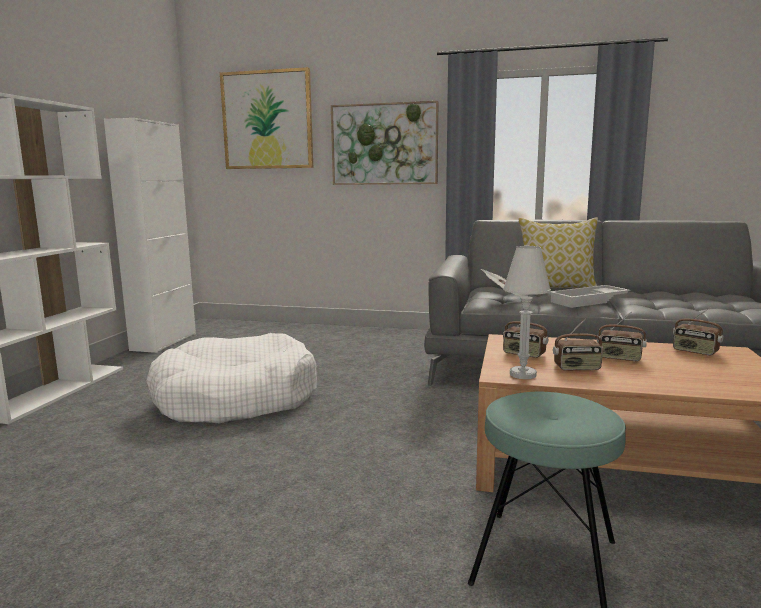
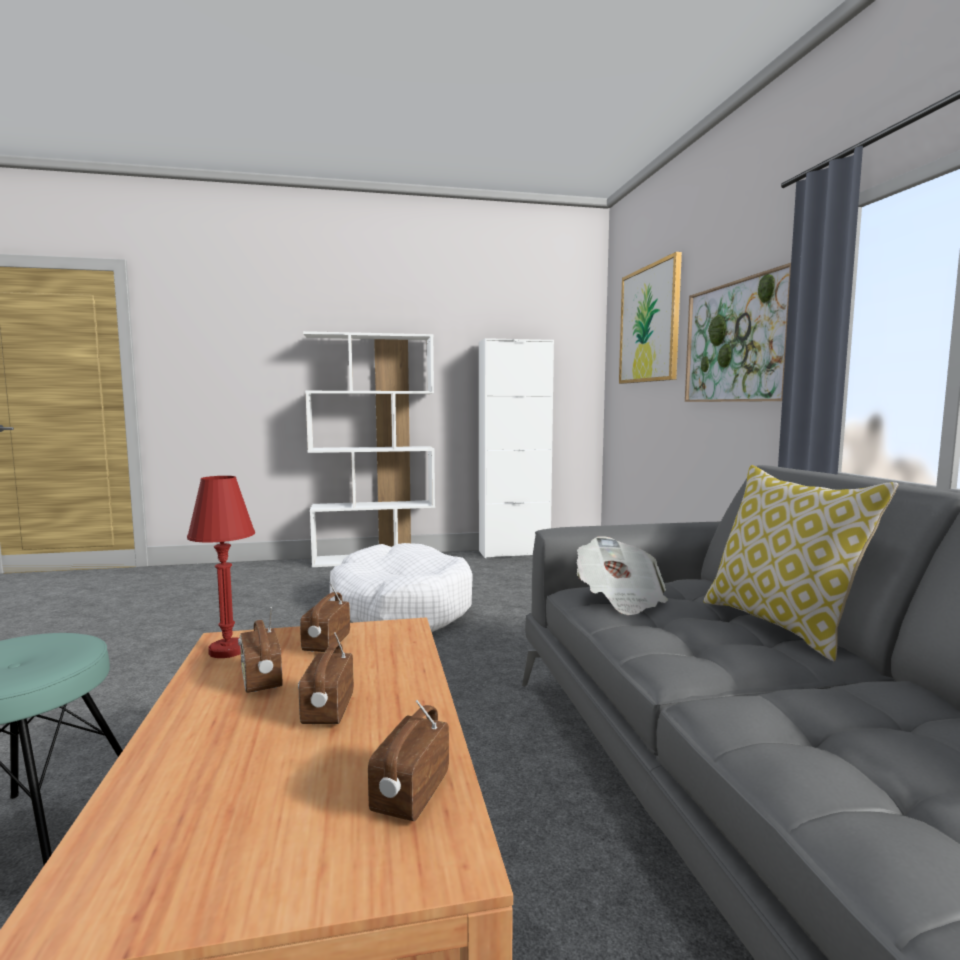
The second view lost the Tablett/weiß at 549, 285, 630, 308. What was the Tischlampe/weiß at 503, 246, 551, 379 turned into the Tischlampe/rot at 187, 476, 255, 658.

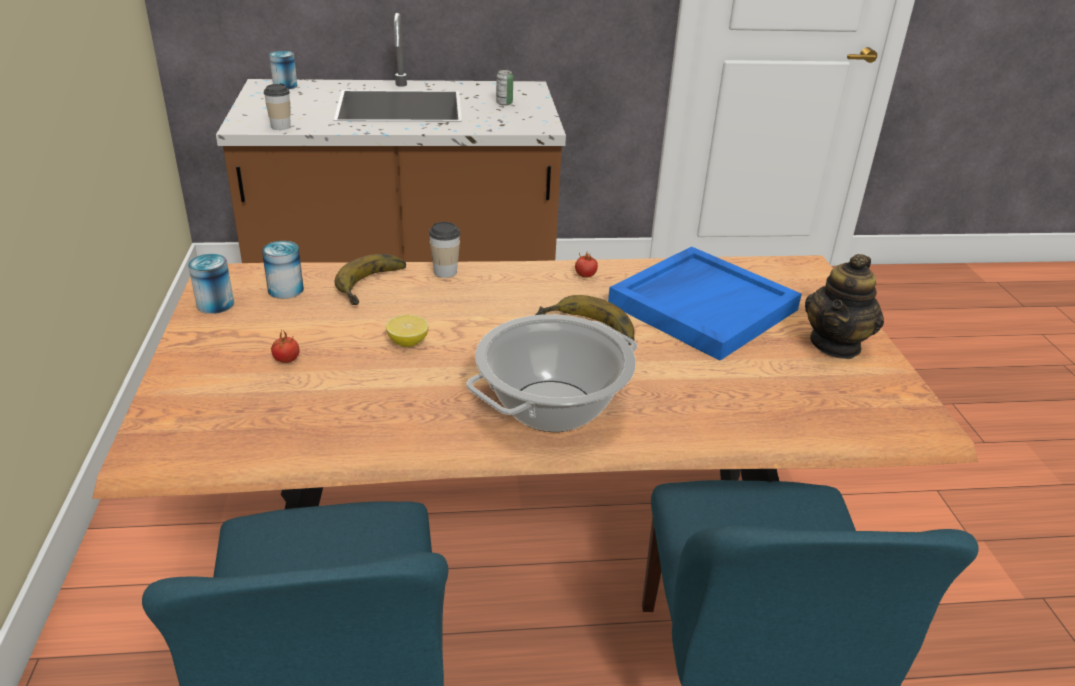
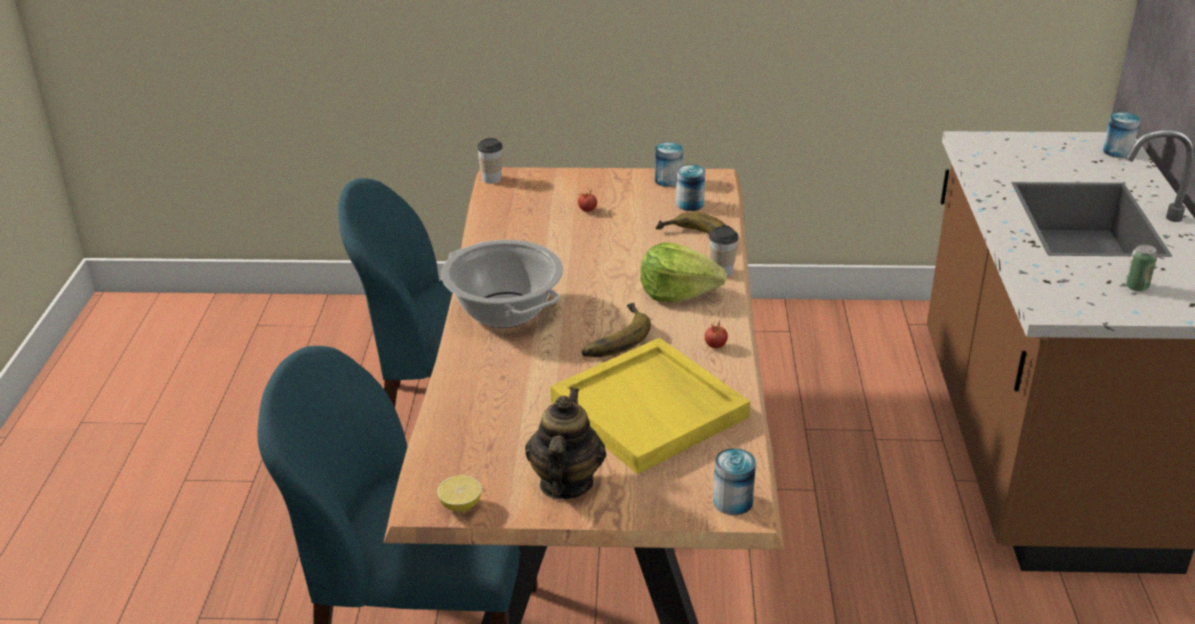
The second view gained the Salatkopf at 641, 242, 727, 302. The second view gained the Dose at 713, 448, 756, 515. The Tasse ended up elsewhere, having gone from 264, 83, 291, 130 to 477, 138, 503, 184. The Zitrone ended up elsewhere, having gone from 386, 314, 429, 347 to 437, 475, 482, 512. What was the Tablett/blau at 608, 247, 802, 361 turned into the Tablett/gelb at 550, 338, 750, 474. The Teekanne at 805, 254, 884, 359 ended up facing another way, 60 degrees clockwise from before.

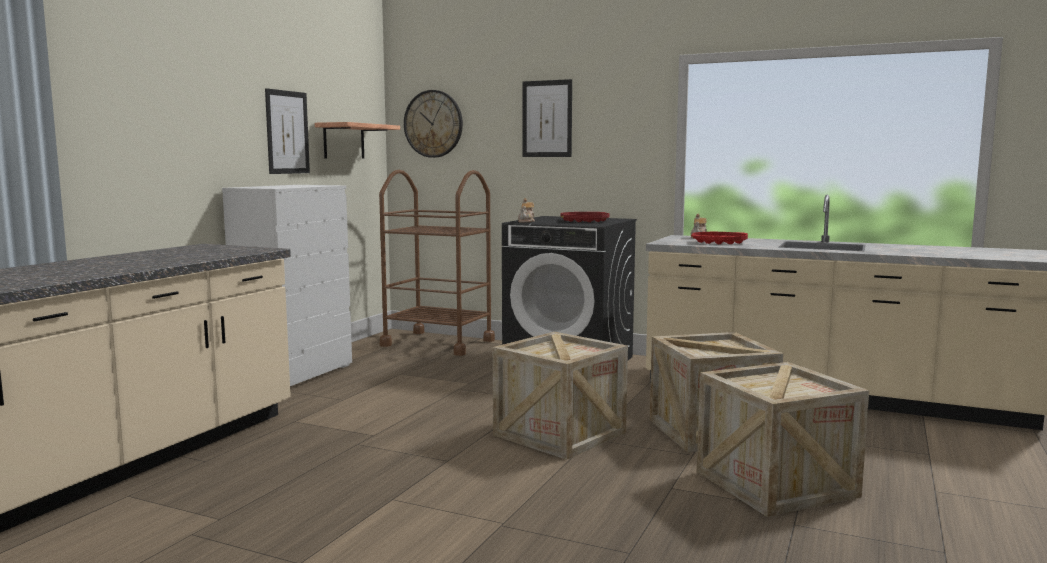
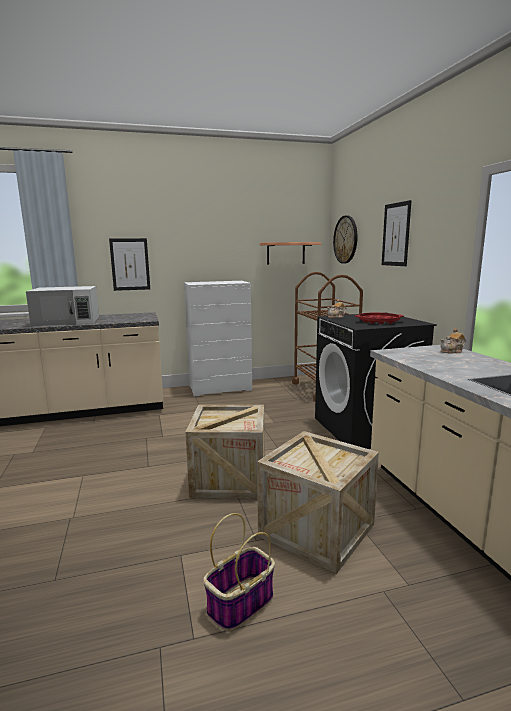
The second view lost the Tablett/rot at 691, 232, 748, 244. The second view gained the Mikrowelle/weiß at 26, 286, 99, 326. The Bild ended up elsewhere, having gone from 265, 88, 310, 174 to 109, 238, 150, 291. Where the Kiste stood at 697, 362, 869, 517, the Korb came to stand at 203, 513, 275, 631.

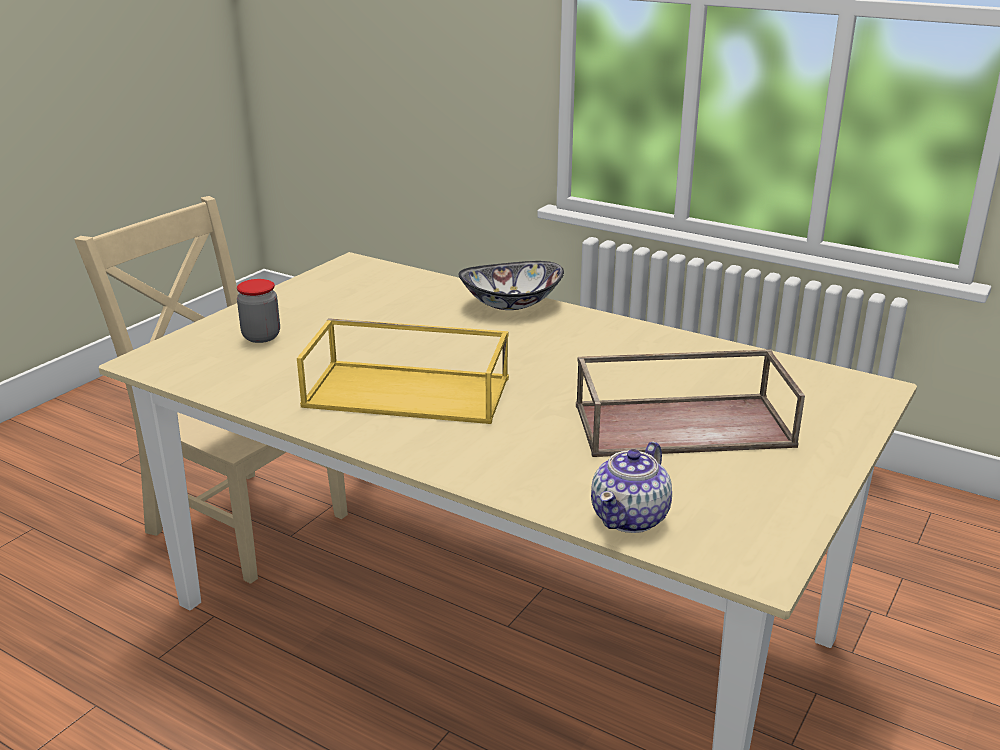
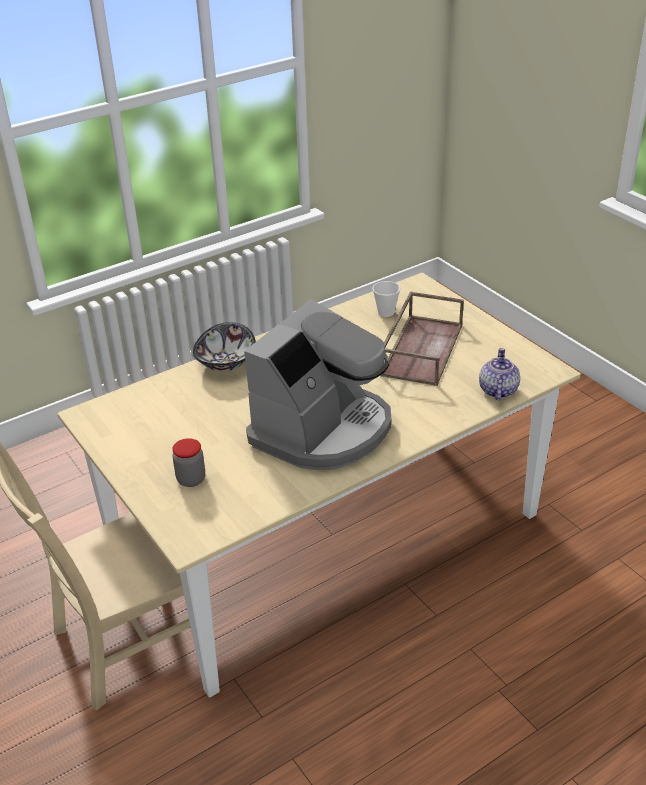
The second view gained the Tasse at 373, 281, 400, 317. Where the Tablett/gelb stood at 297, 318, 509, 424, the Kaffeemaschine came to stand at 244, 299, 391, 470. The Teekanne at 591, 441, 672, 533 ended up facing another way, 135 degrees counterclockwise from before.

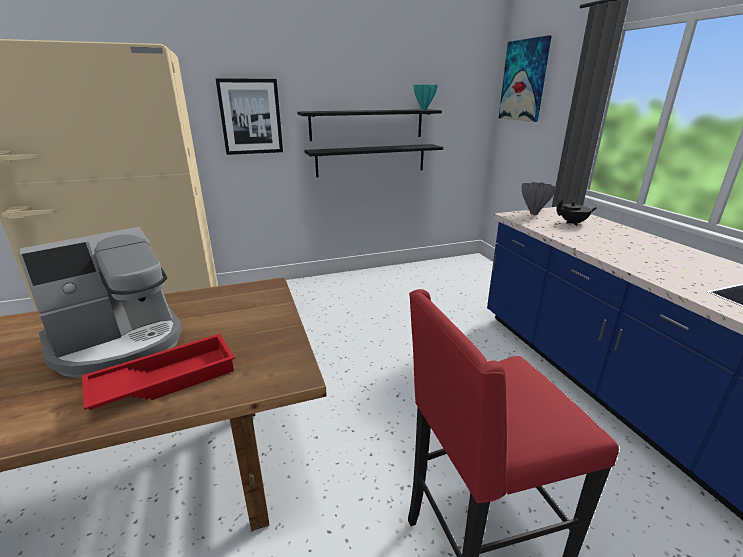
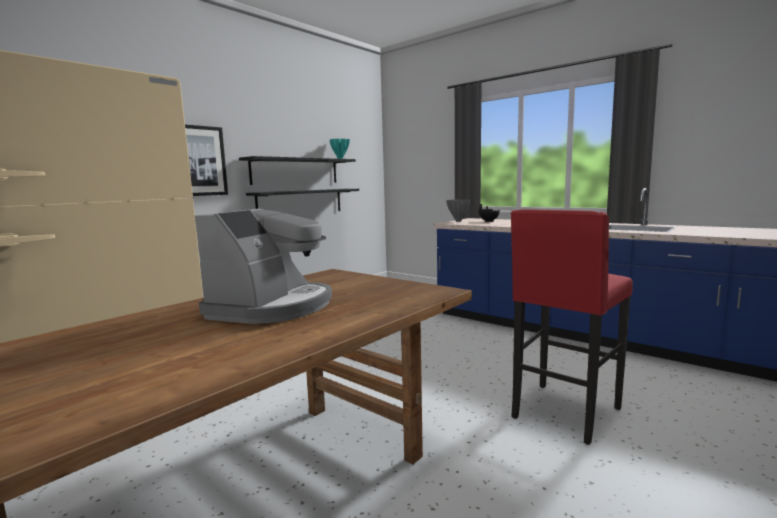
The second view lost the Tablett/rot at 82, 334, 235, 410. The second view lost the Bild at 499, 35, 552, 122.

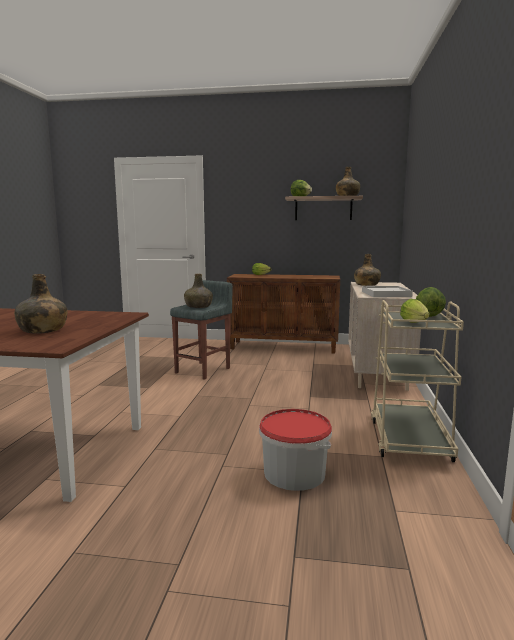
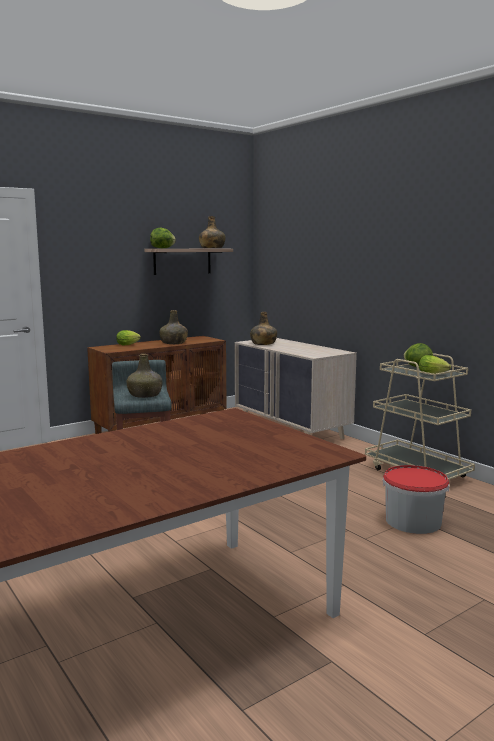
The second view lost the Tablett/weiß at 362, 286, 413, 297. The Flasche/grün ended up elsewhere, having gone from 14, 274, 67, 334 to 160, 310, 188, 344.

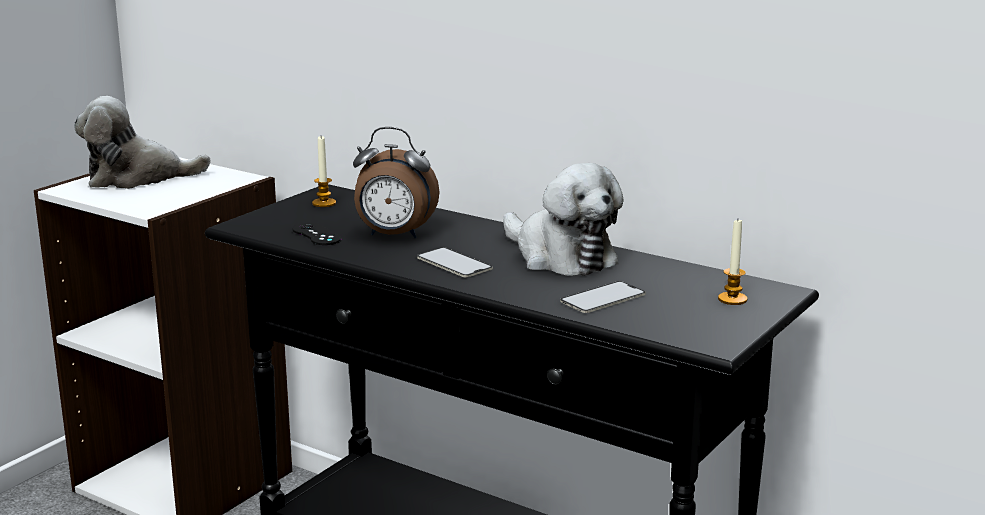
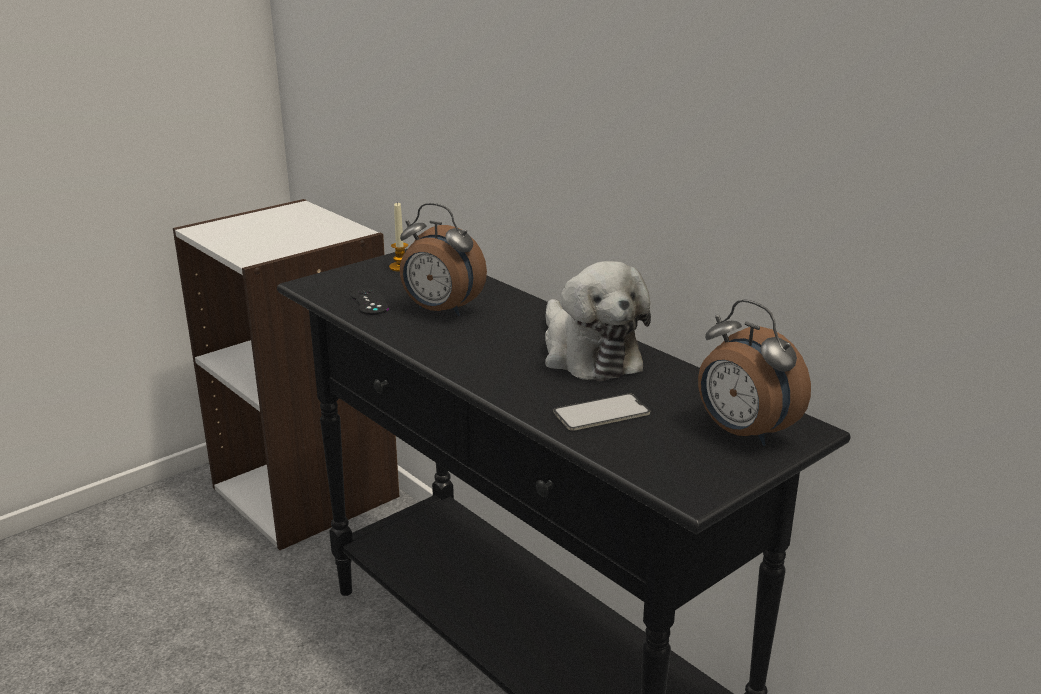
The second view lost the Plüschtier at 74, 96, 211, 189. The second view lost the Handy at 417, 247, 493, 277. Where the Kerze stood at 718, 220, 747, 305, the Wecker came to stand at 698, 299, 811, 446.

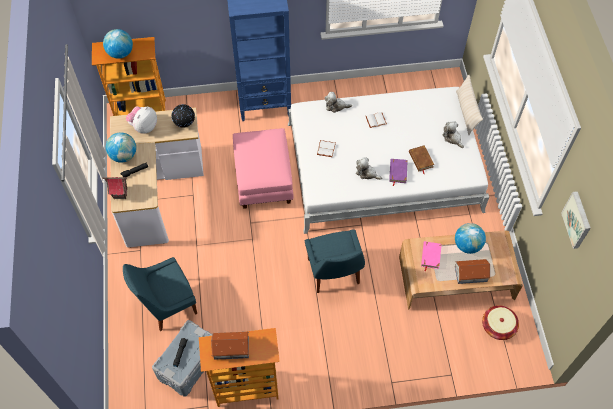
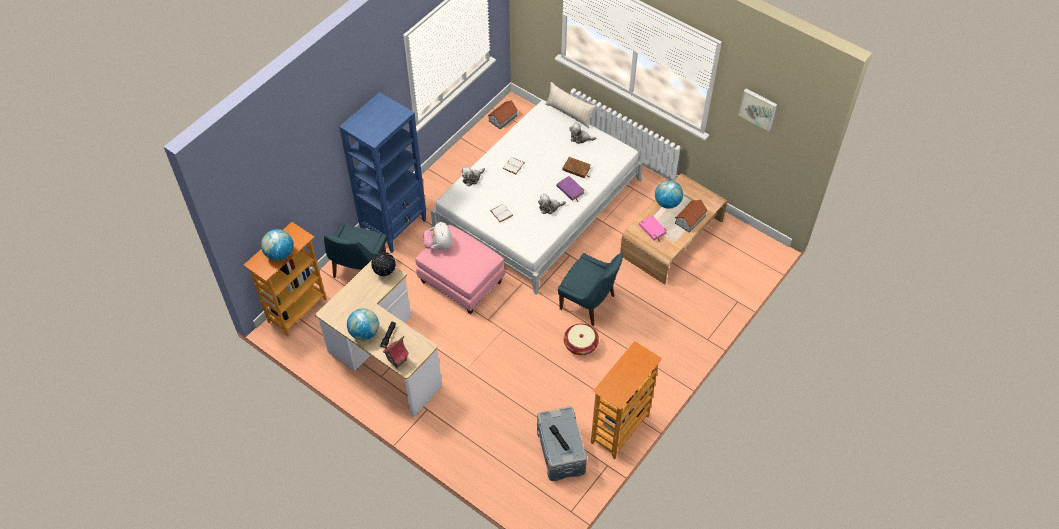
The Stuhl/blau ended up elsewhere, having gone from 123, 257, 197, 331 to 324, 224, 387, 278. The Plüschtier ended up elsewhere, having gone from 126, 107, 157, 134 to 423, 222, 452, 250. The Spielzeughaus ended up elsewhere, having gone from 211, 331, 249, 360 to 488, 100, 518, 130. The Korb ended up elsewhere, having gone from 482, 305, 519, 340 to 564, 324, 599, 355.

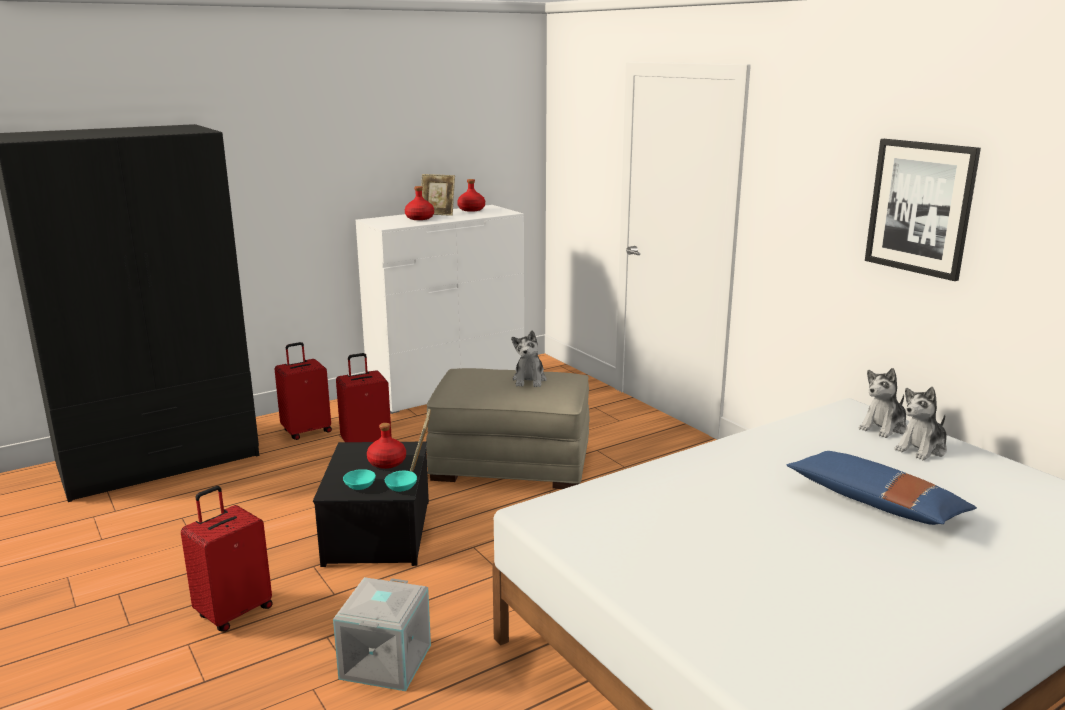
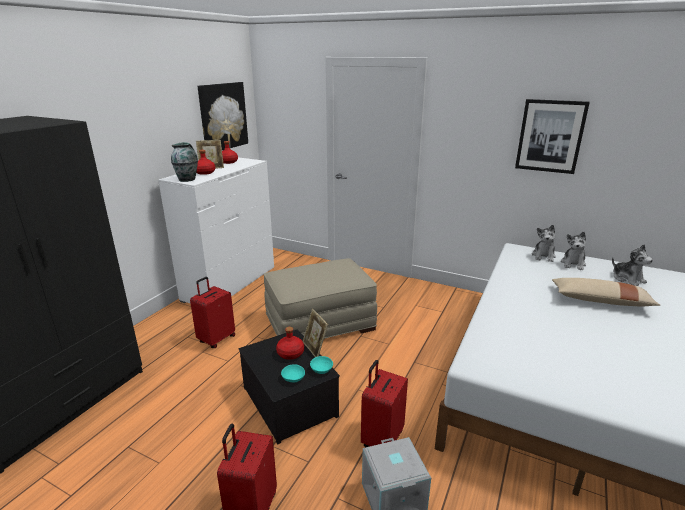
The second view gained the Vase at 171, 142, 198, 182. The second view gained the Bild at 198, 82, 248, 150. The Koffer/rot ended up elsewhere, having gone from 274, 342, 332, 440 to 361, 360, 408, 447. The Plüschtier ended up elsewhere, having gone from 511, 330, 547, 387 to 612, 244, 653, 286. What was the Kissen/blau at 787, 451, 977, 525 turned into the Kissen/beige at 552, 278, 660, 307.

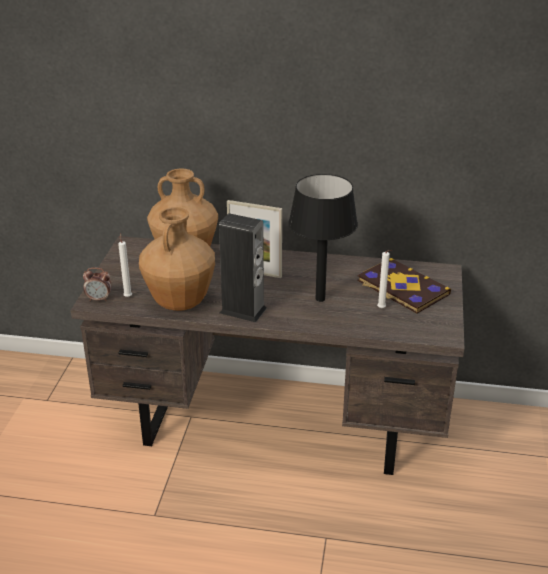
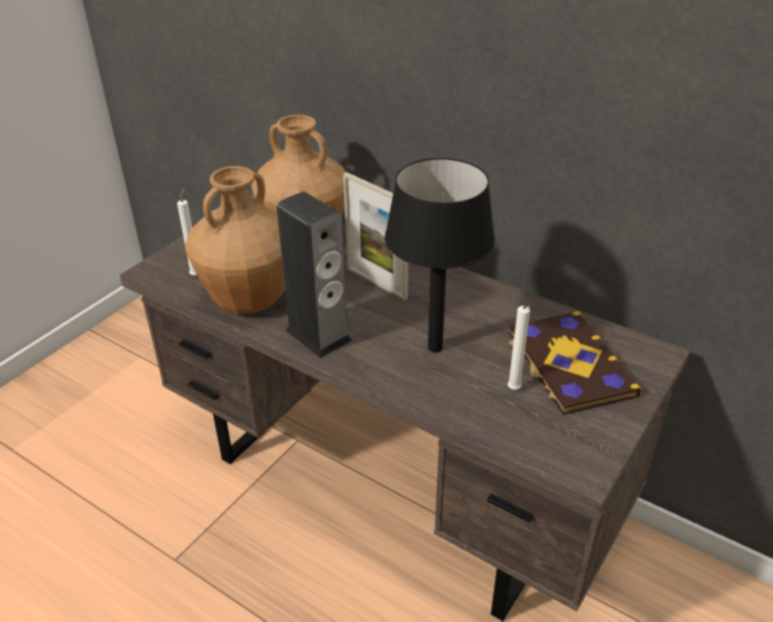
The second view lost the Wecker at 83, 268, 111, 302.

